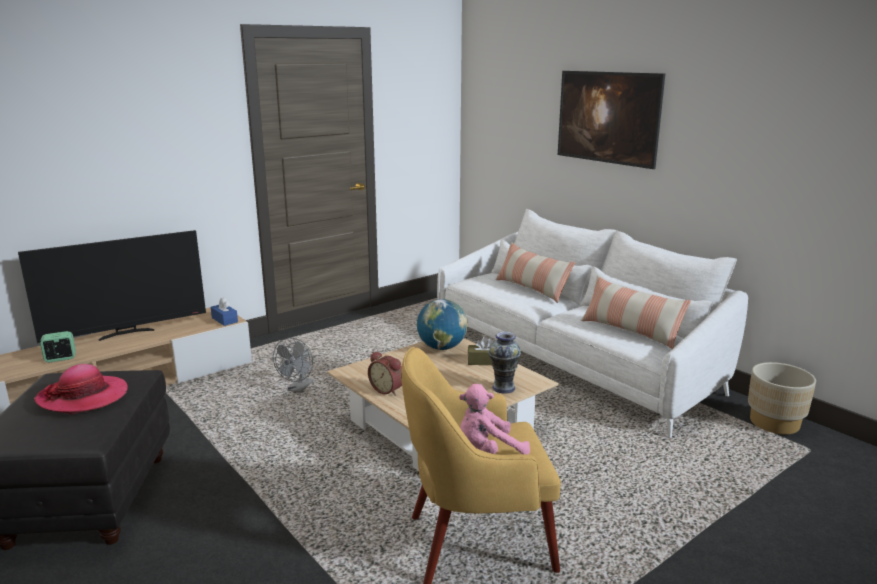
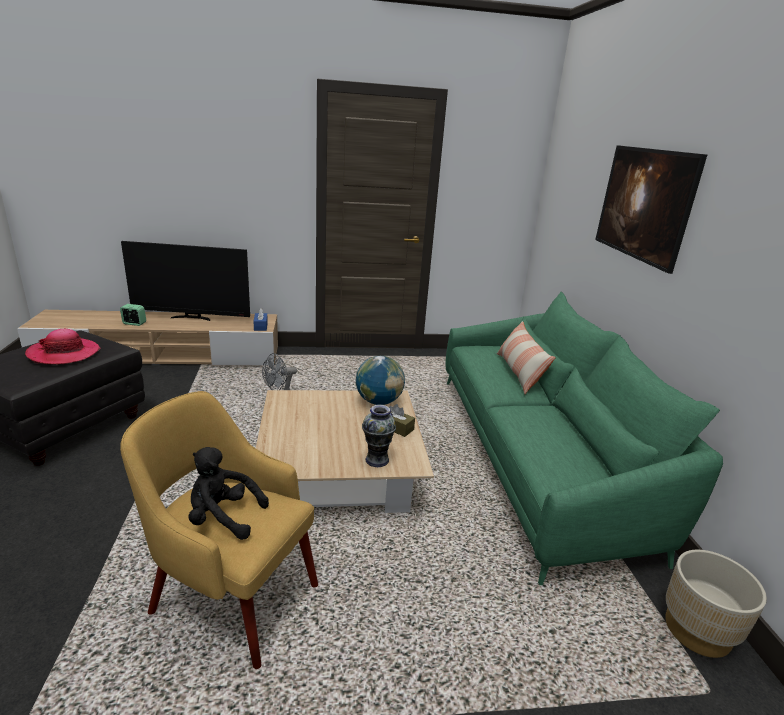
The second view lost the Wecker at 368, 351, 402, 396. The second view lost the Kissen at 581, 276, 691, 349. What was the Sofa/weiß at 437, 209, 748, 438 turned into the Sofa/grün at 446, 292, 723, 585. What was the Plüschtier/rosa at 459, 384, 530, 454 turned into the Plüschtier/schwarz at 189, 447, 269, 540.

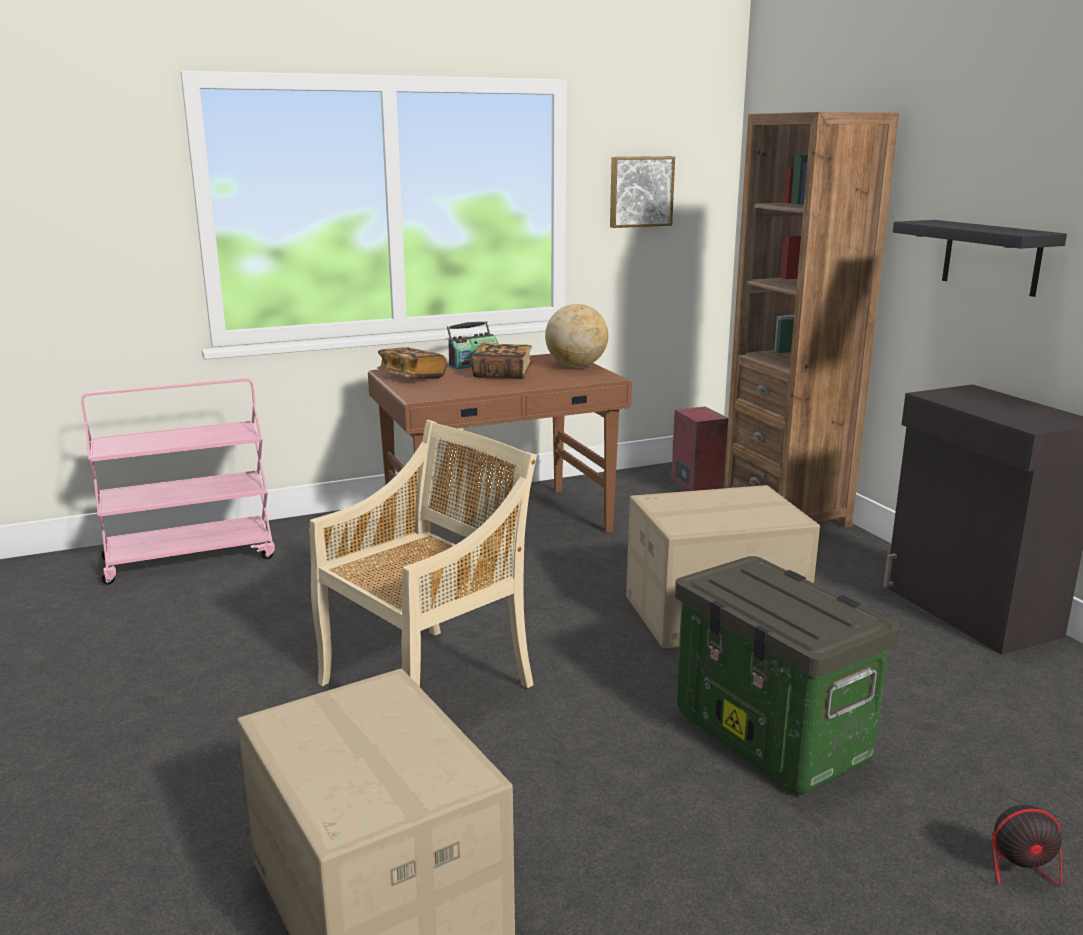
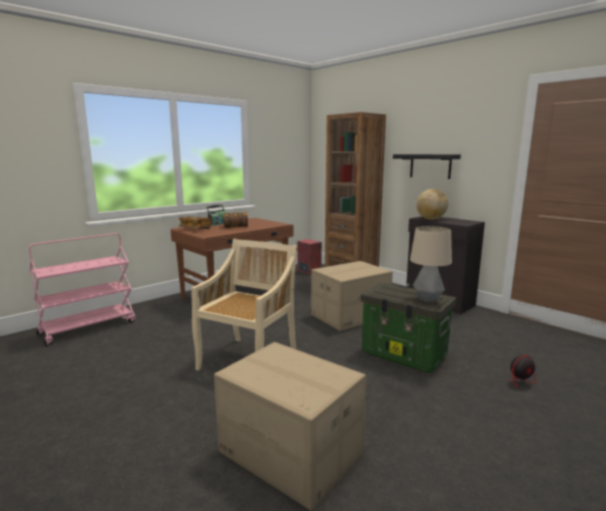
The second view lost the Bild at 610, 156, 675, 228. The second view gained the Tischlampe at 410, 226, 452, 302. The Globus ended up elsewhere, having gone from 545, 304, 608, 367 to 416, 189, 448, 220.

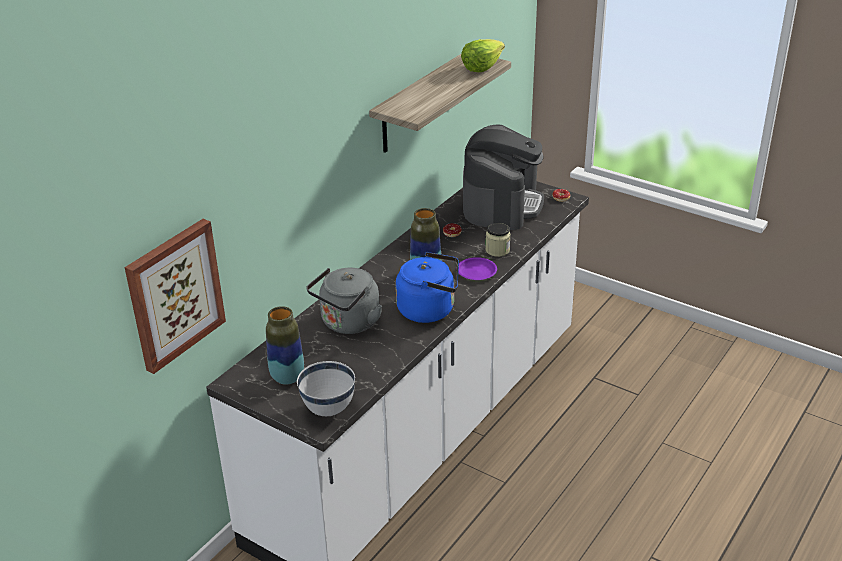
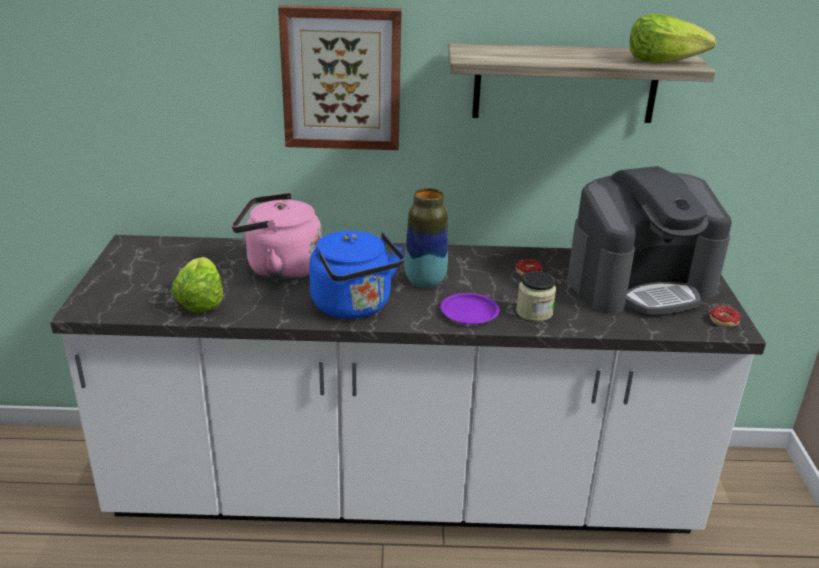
The second view lost the Vase at 266, 306, 304, 385. The second view lost the Schüssel/weiß at 297, 361, 355, 416. The second view gained the Salatkopf at 171, 257, 223, 313. The Bild ended up elsewhere, having gone from 124, 219, 226, 374 to 278, 5, 402, 150. What was the Wasserkessel/grau at 307, 268, 382, 334 turned into the Wasserkessel/rosa at 232, 193, 322, 281.

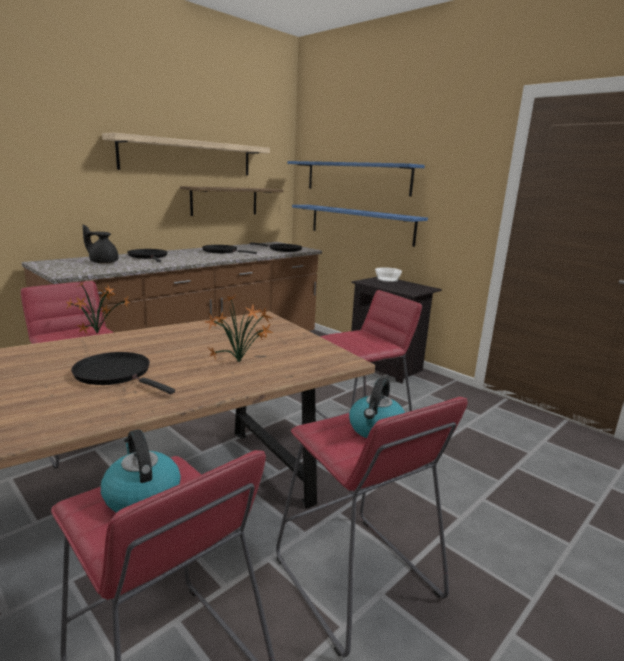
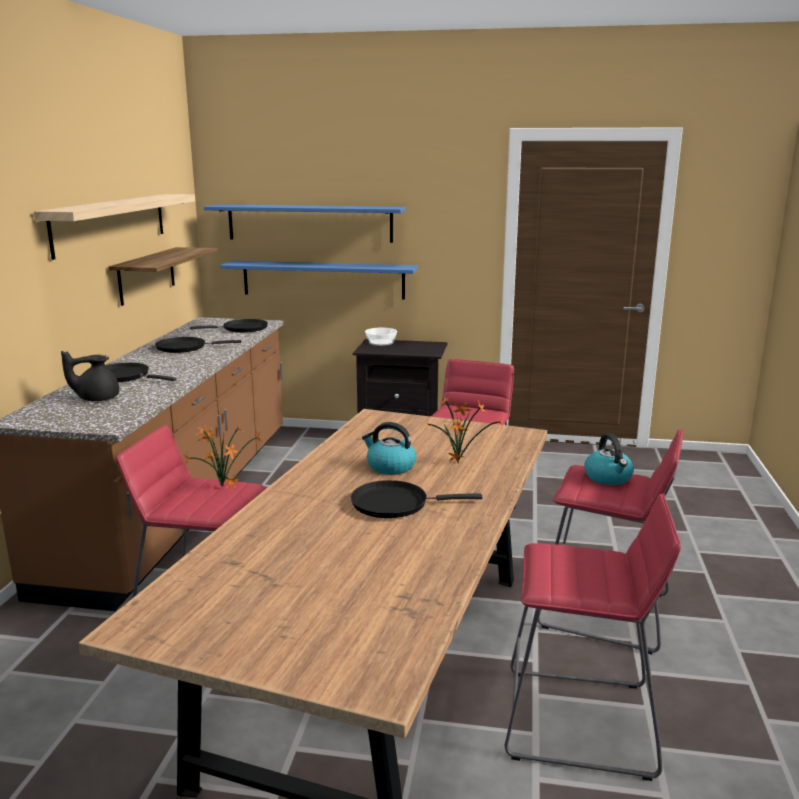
The Wasserkessel ended up elsewhere, having gone from 101, 429, 181, 513 to 362, 422, 416, 475.

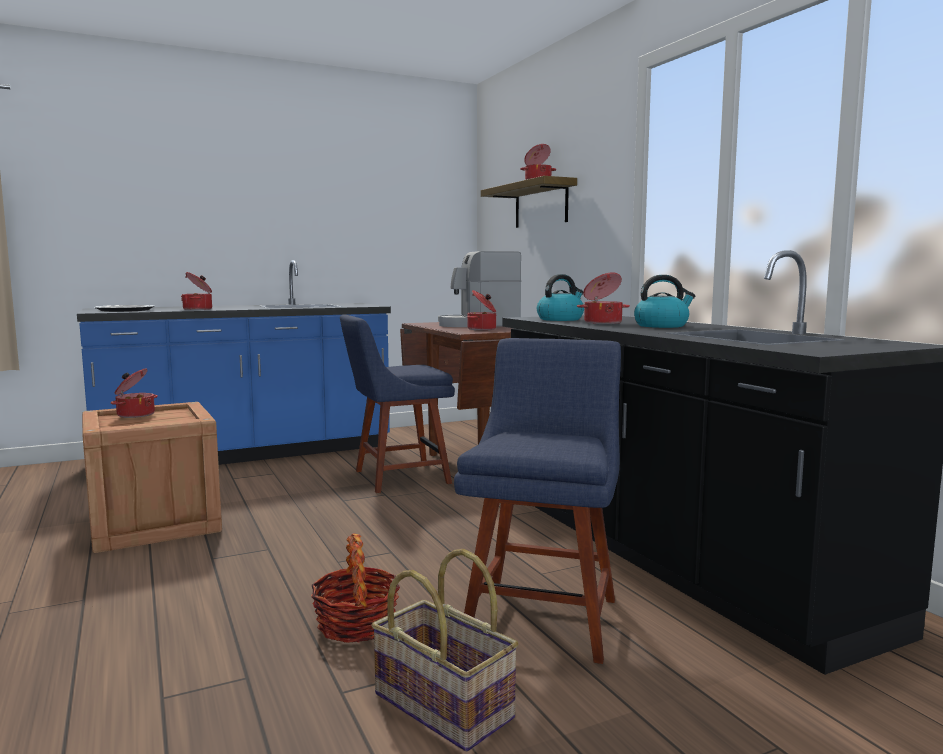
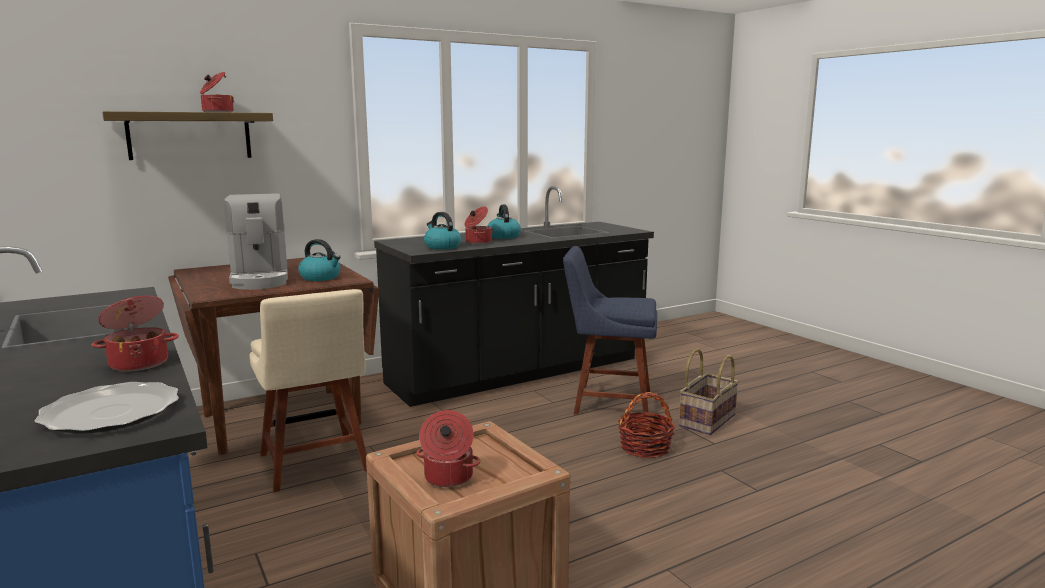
Where the Kochtopf stood at 467, 290, 496, 330, the Wasserkessel came to stand at 298, 239, 341, 281. What was the Stuhl/blau at 340, 314, 455, 493 turned into the Stuhl/beige at 249, 289, 367, 493.

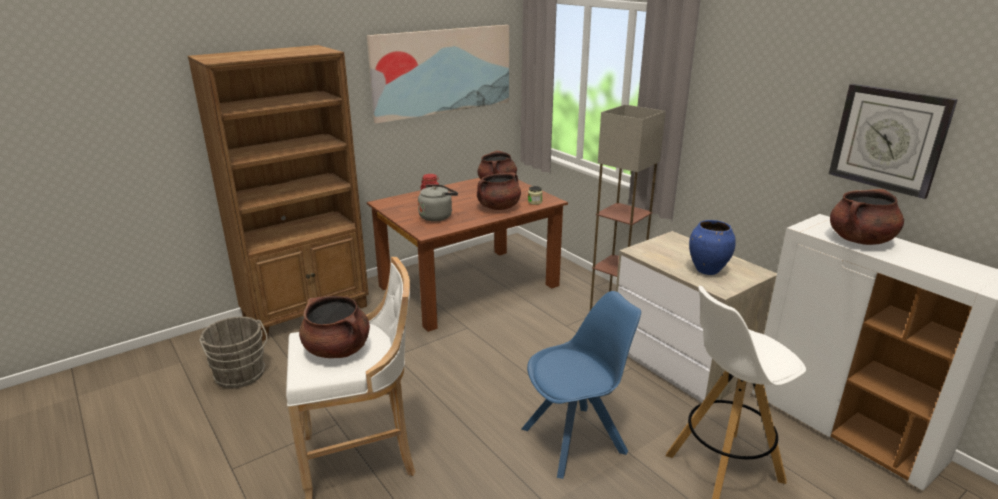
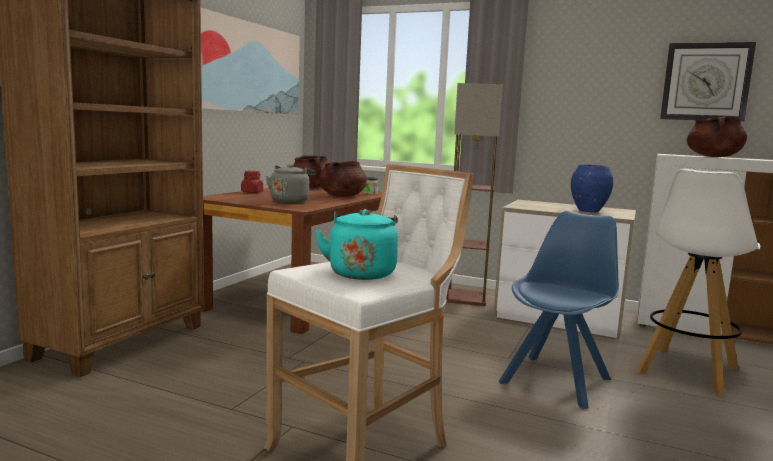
The second view lost the Eimer/grau at 199, 317, 268, 388. Where the Kochtopf/braun stood at 299, 296, 370, 358, the Wasserkessel/türkis came to stand at 315, 209, 398, 280.

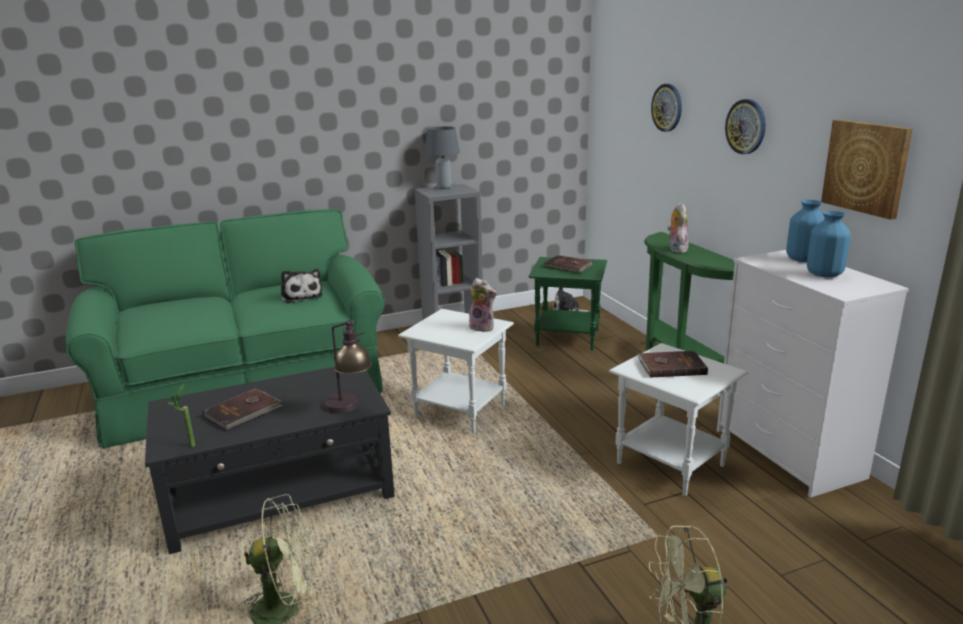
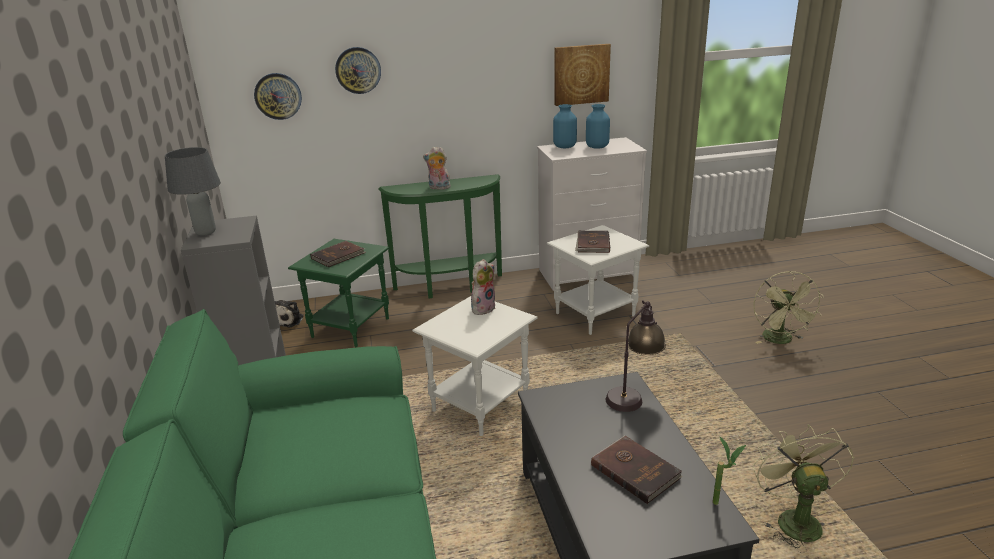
The second view lost the Plüschtier at 280, 269, 323, 303. The Wanduhr ended up elsewhere, having gone from 725, 99, 766, 154 to 254, 73, 302, 120.

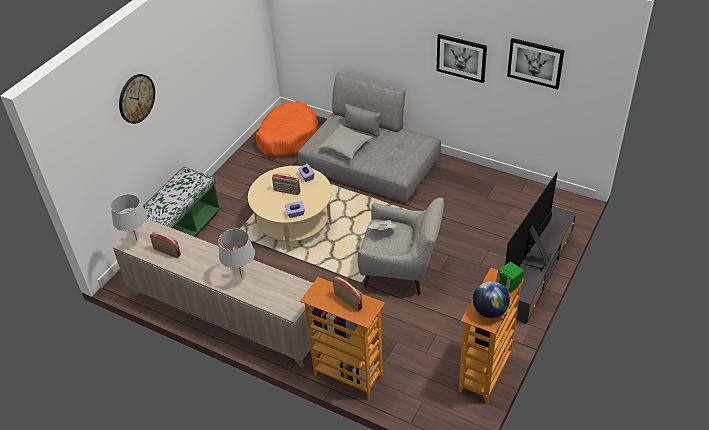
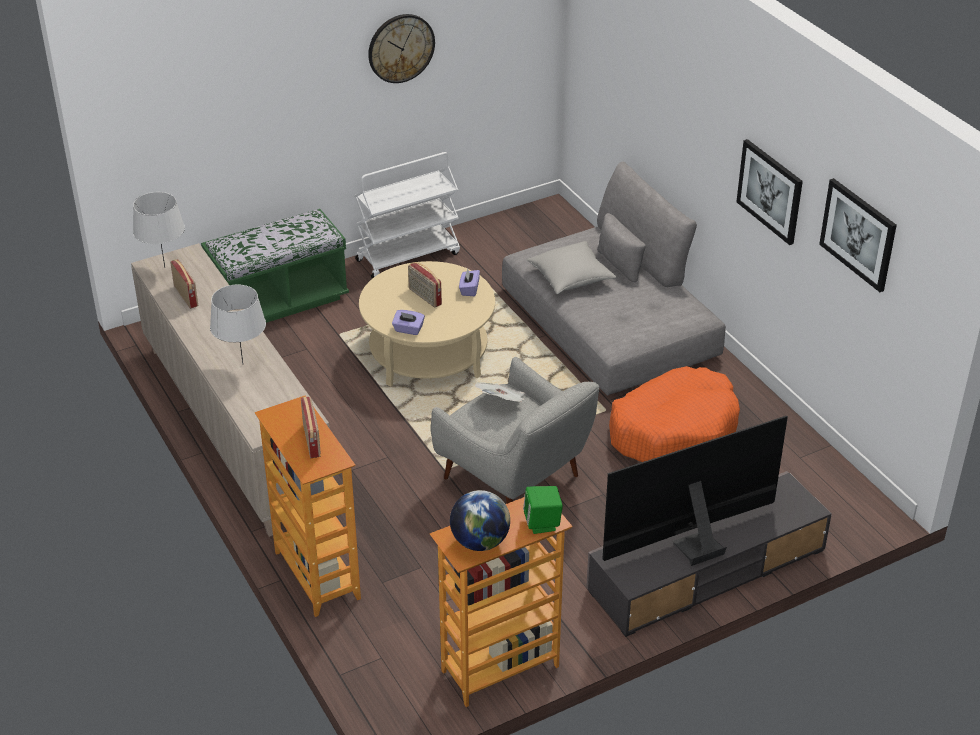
The second view gained the Rollwagen/weiß at 355, 152, 460, 279. The Wanduhr ended up elsewhere, having gone from 119, 74, 155, 124 to 368, 14, 435, 83. The Hundebett/orange ended up elsewhere, having gone from 256, 101, 318, 157 to 609, 366, 740, 462.

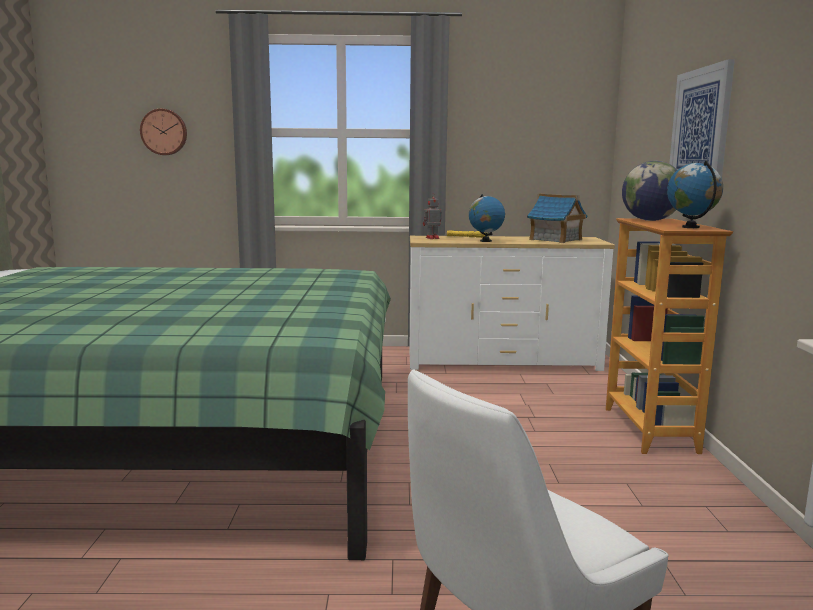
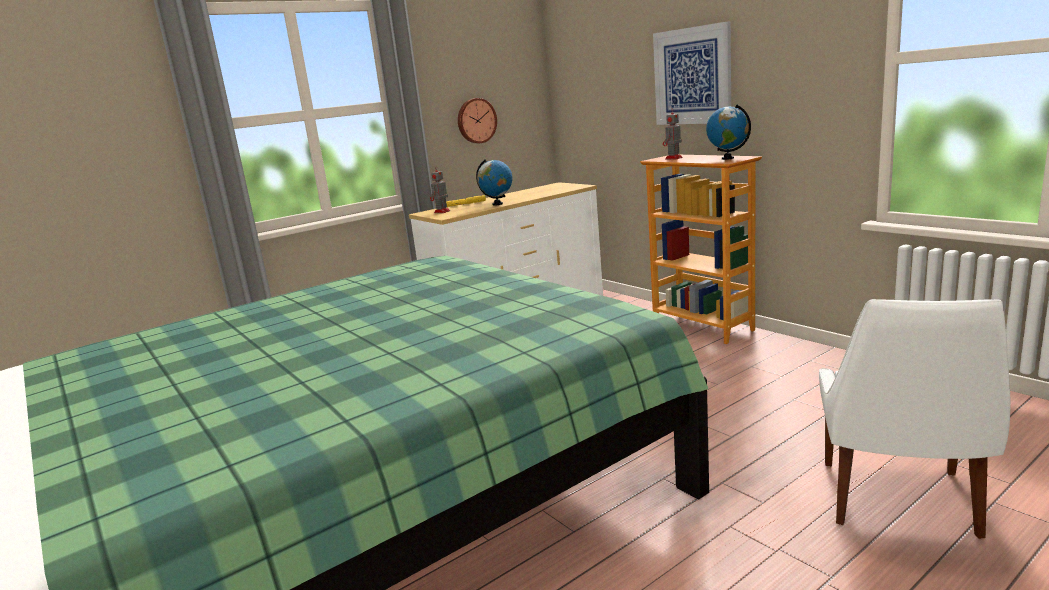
The second view lost the Spielzeughaus at 527, 194, 587, 243. The Wanduhr ended up elsewhere, having gone from 140, 109, 187, 155 to 458, 98, 497, 143. Where the Globus stood at 622, 161, 677, 221, the Spielzeugroboter came to stand at 663, 108, 683, 159.

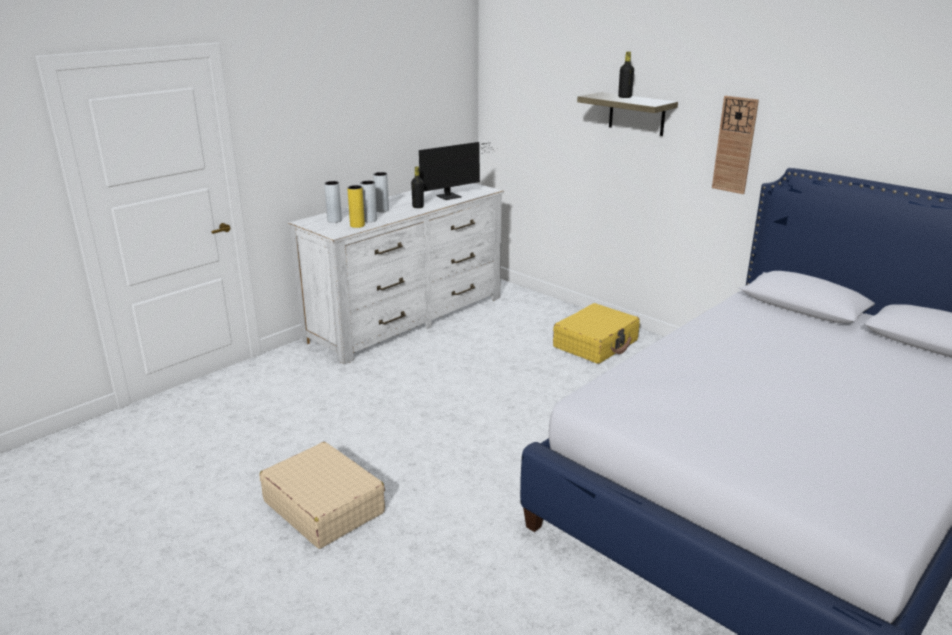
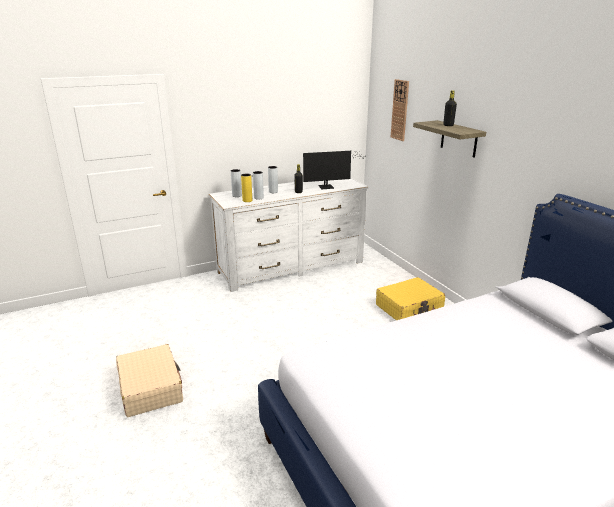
The Wanduhr ended up elsewhere, having gone from 712, 96, 759, 194 to 391, 79, 409, 141.

